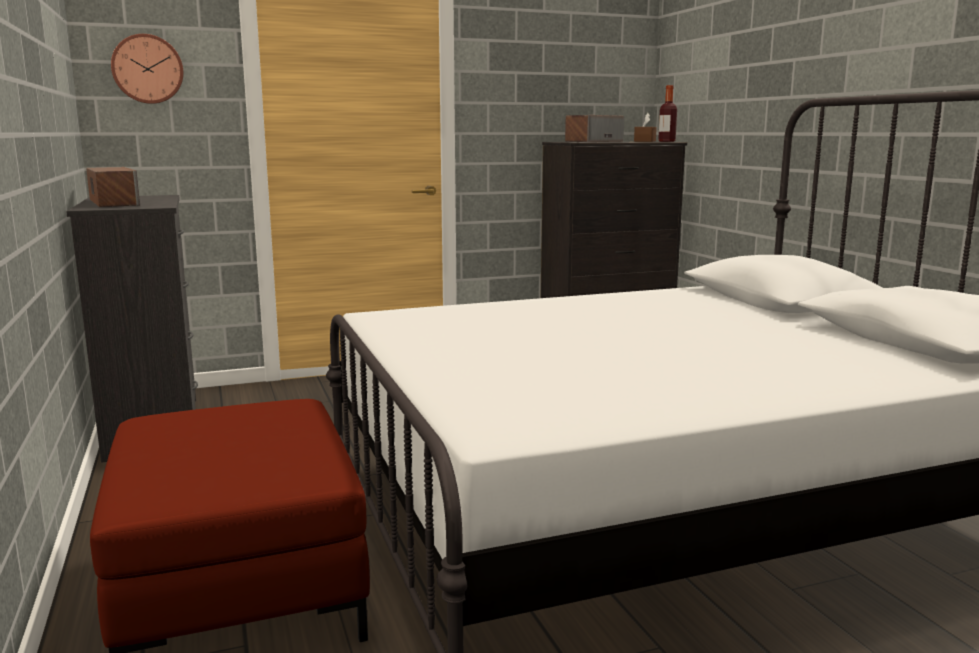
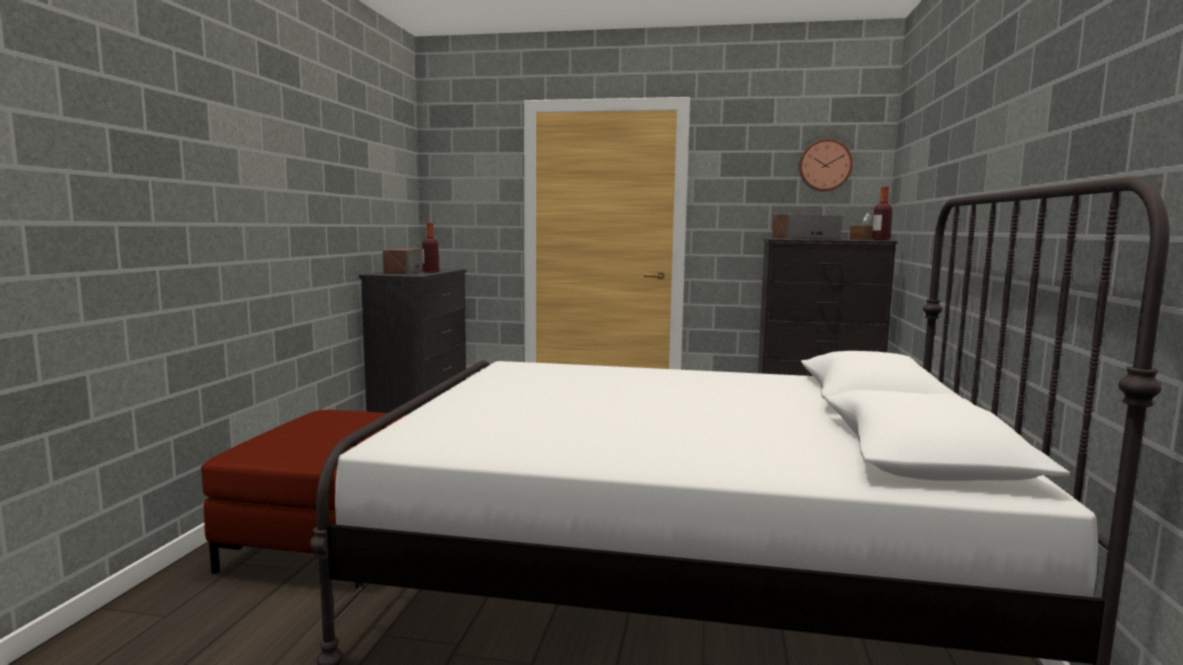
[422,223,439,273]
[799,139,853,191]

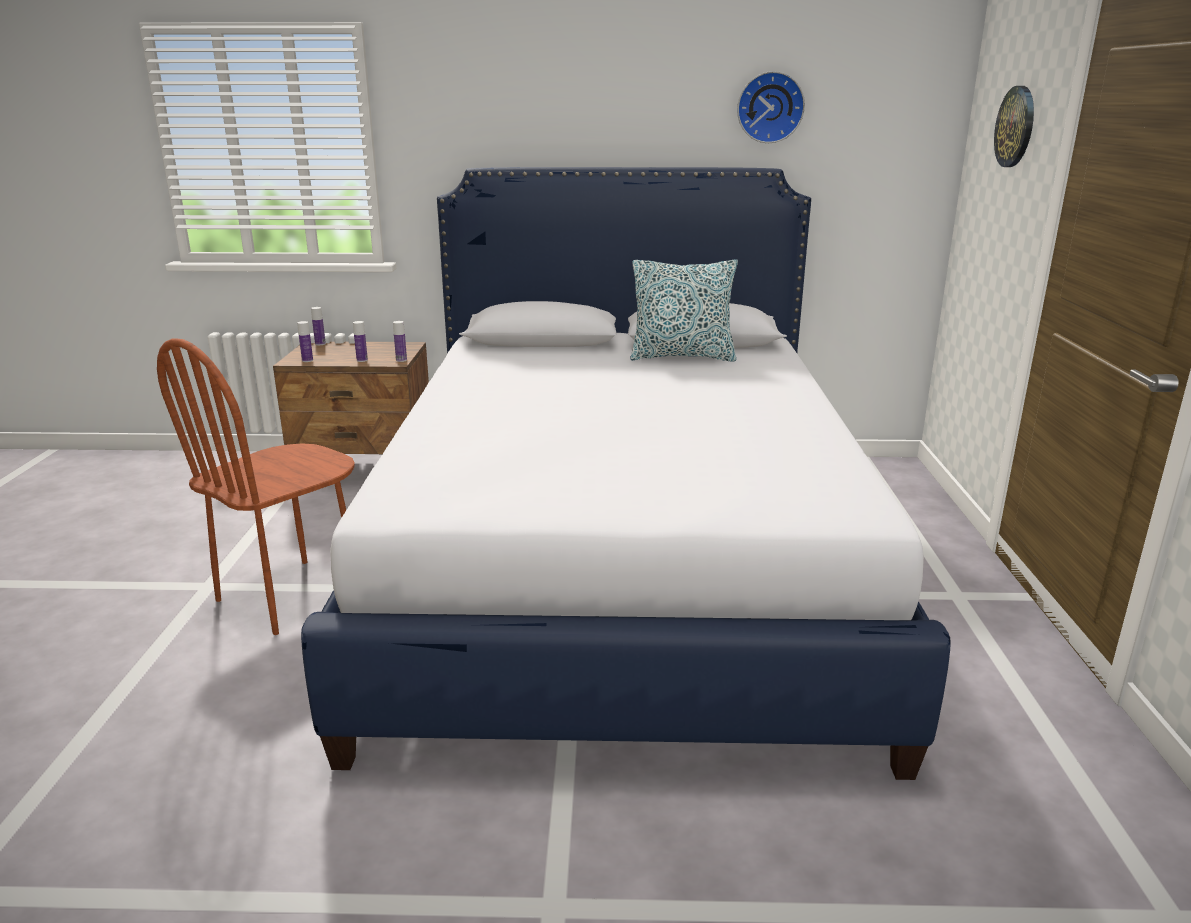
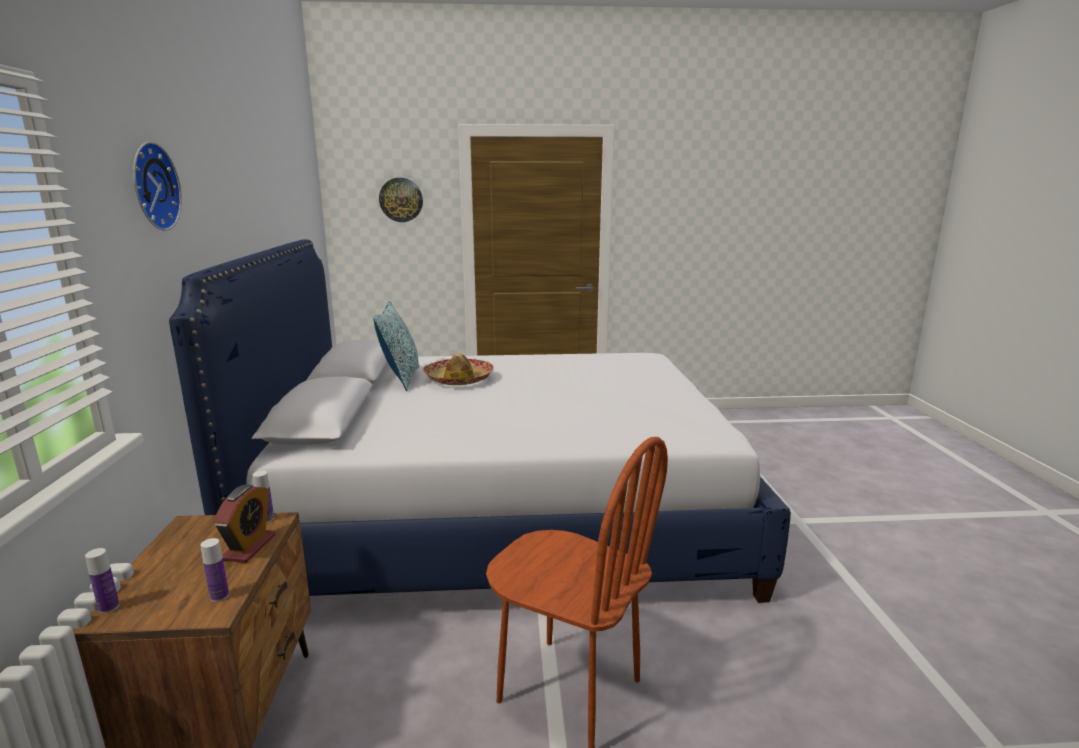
[133,142,182,231]
[214,485,276,563]
[423,353,494,385]

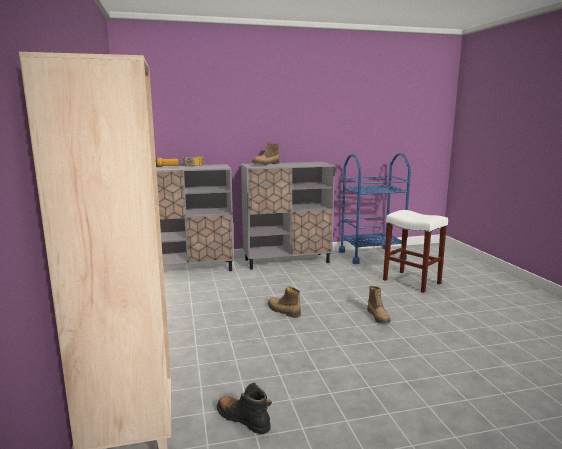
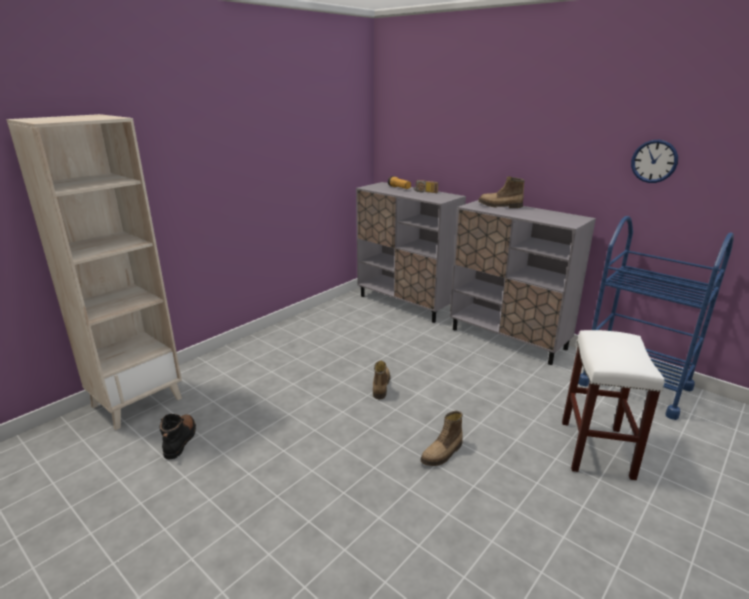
[631,140,678,183]

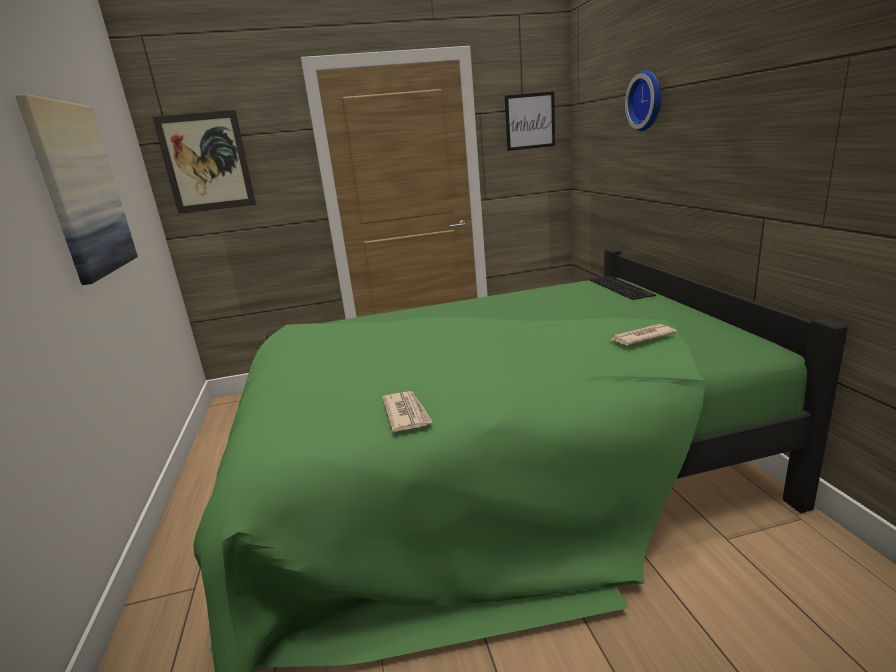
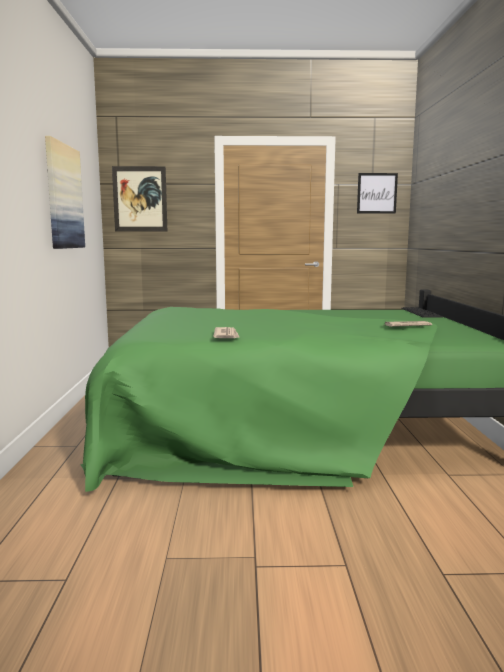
[625,70,662,131] (first image)

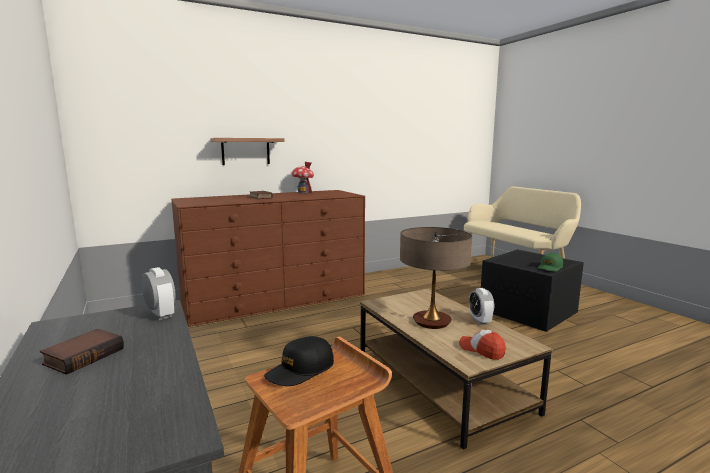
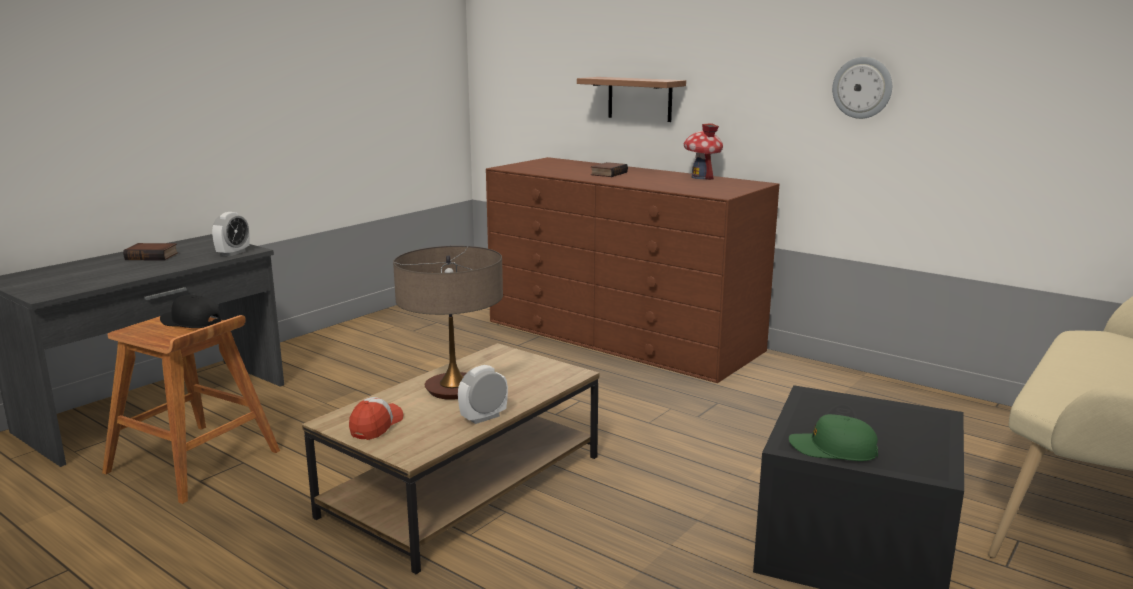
[832,57,892,119]

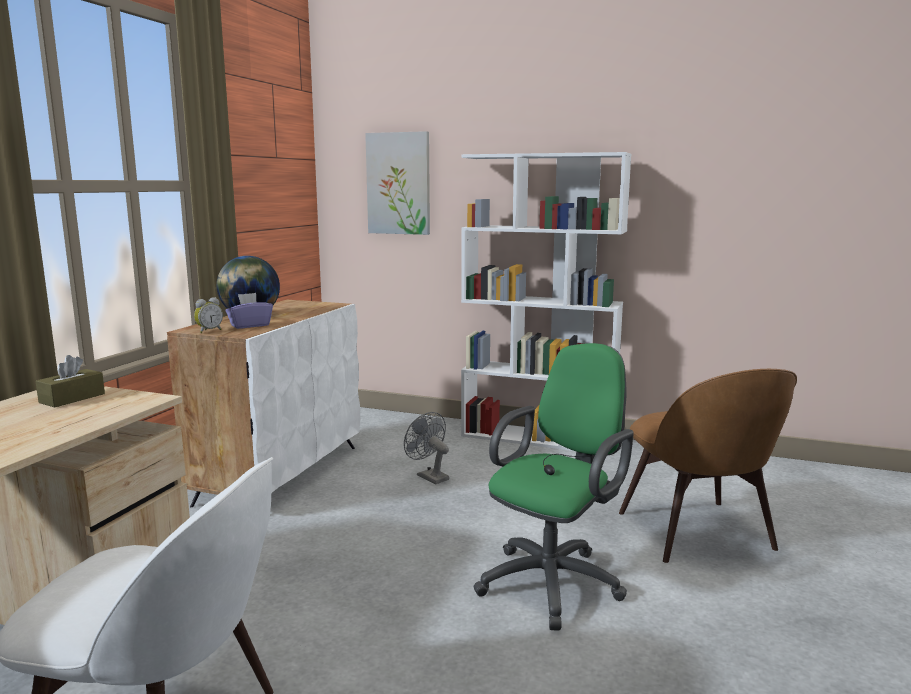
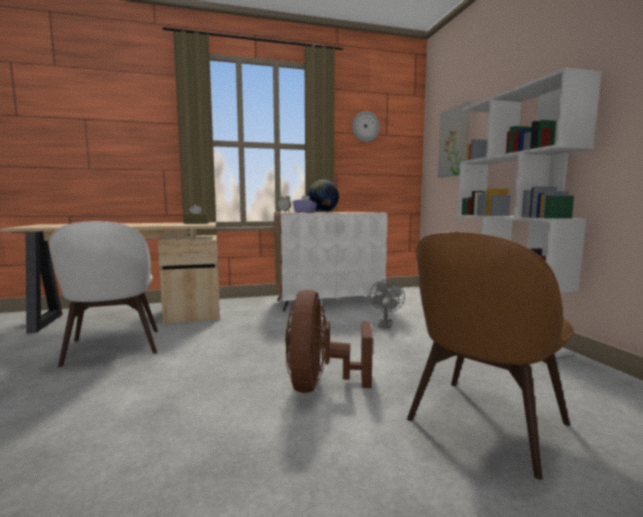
[285,290,373,393]
[352,111,380,142]

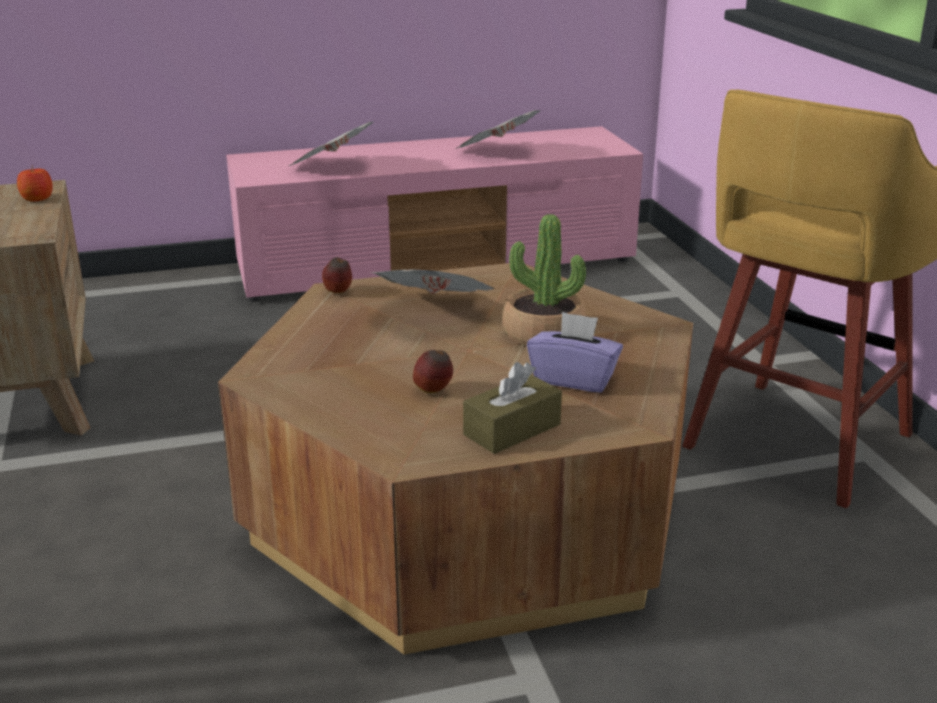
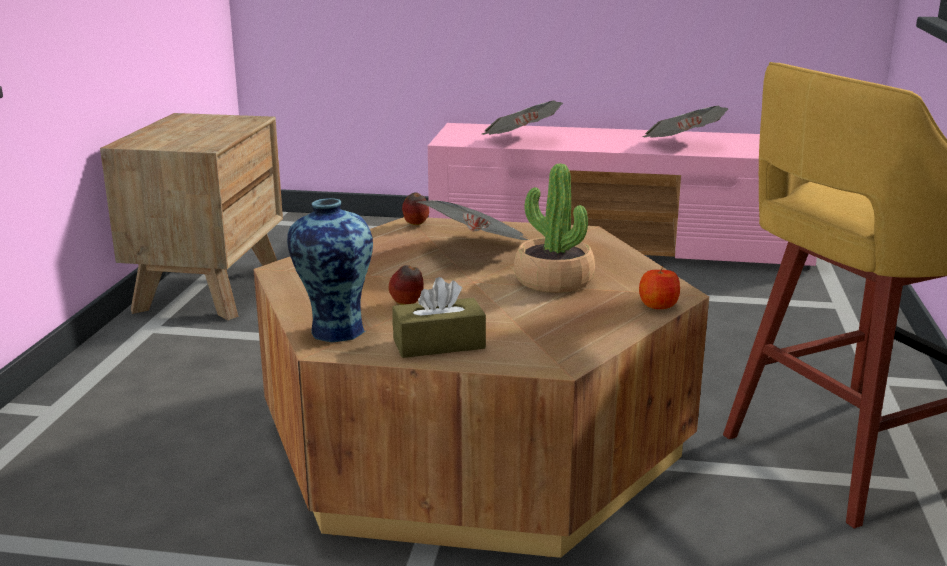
[287,198,373,342]
[639,266,680,309]
[527,312,623,393] (first image)

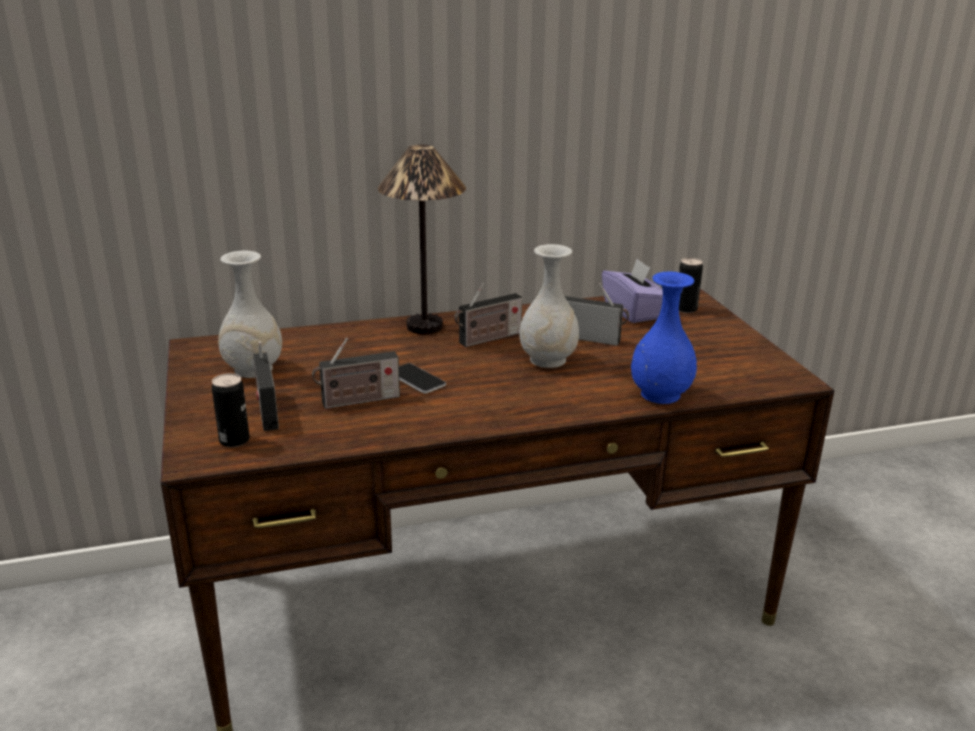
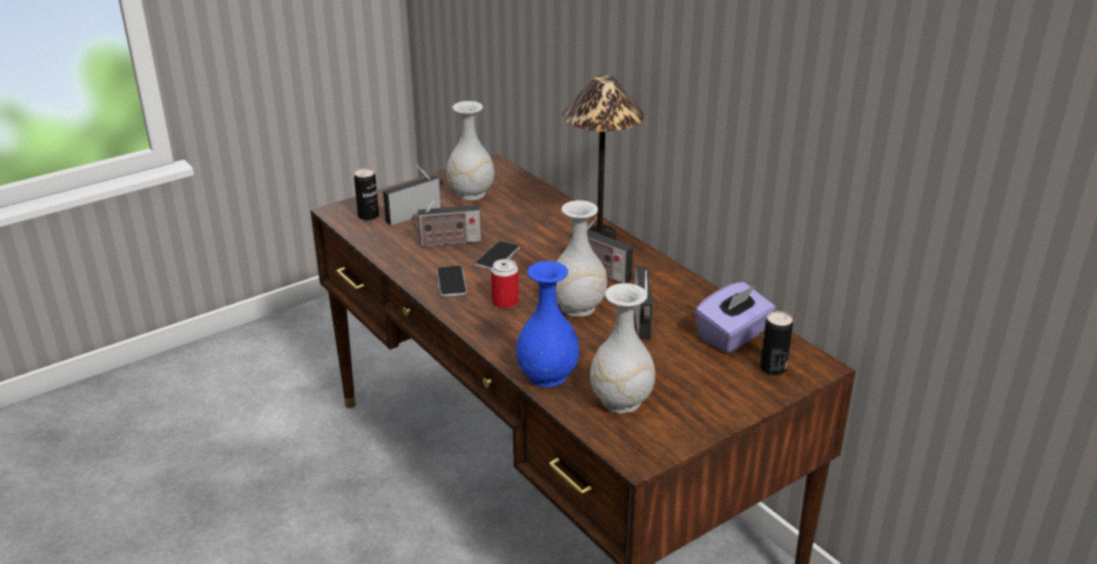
[412,192,482,247]
[437,266,467,297]
[491,259,519,309]
[590,283,655,413]

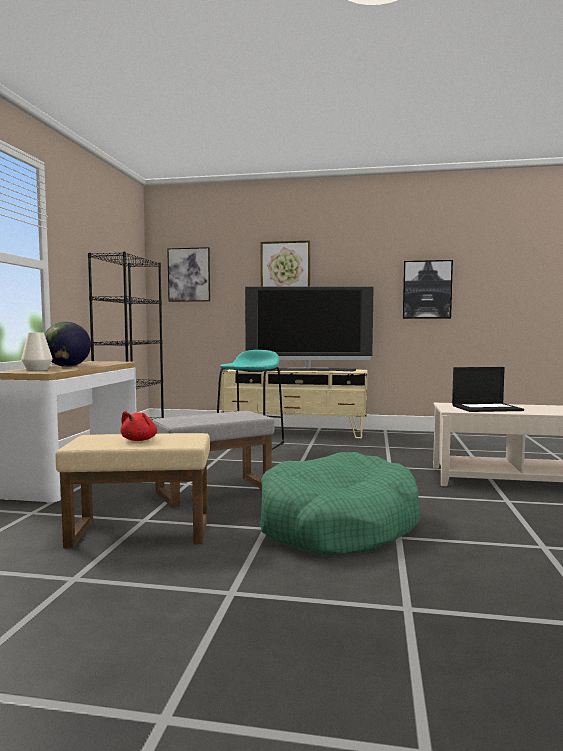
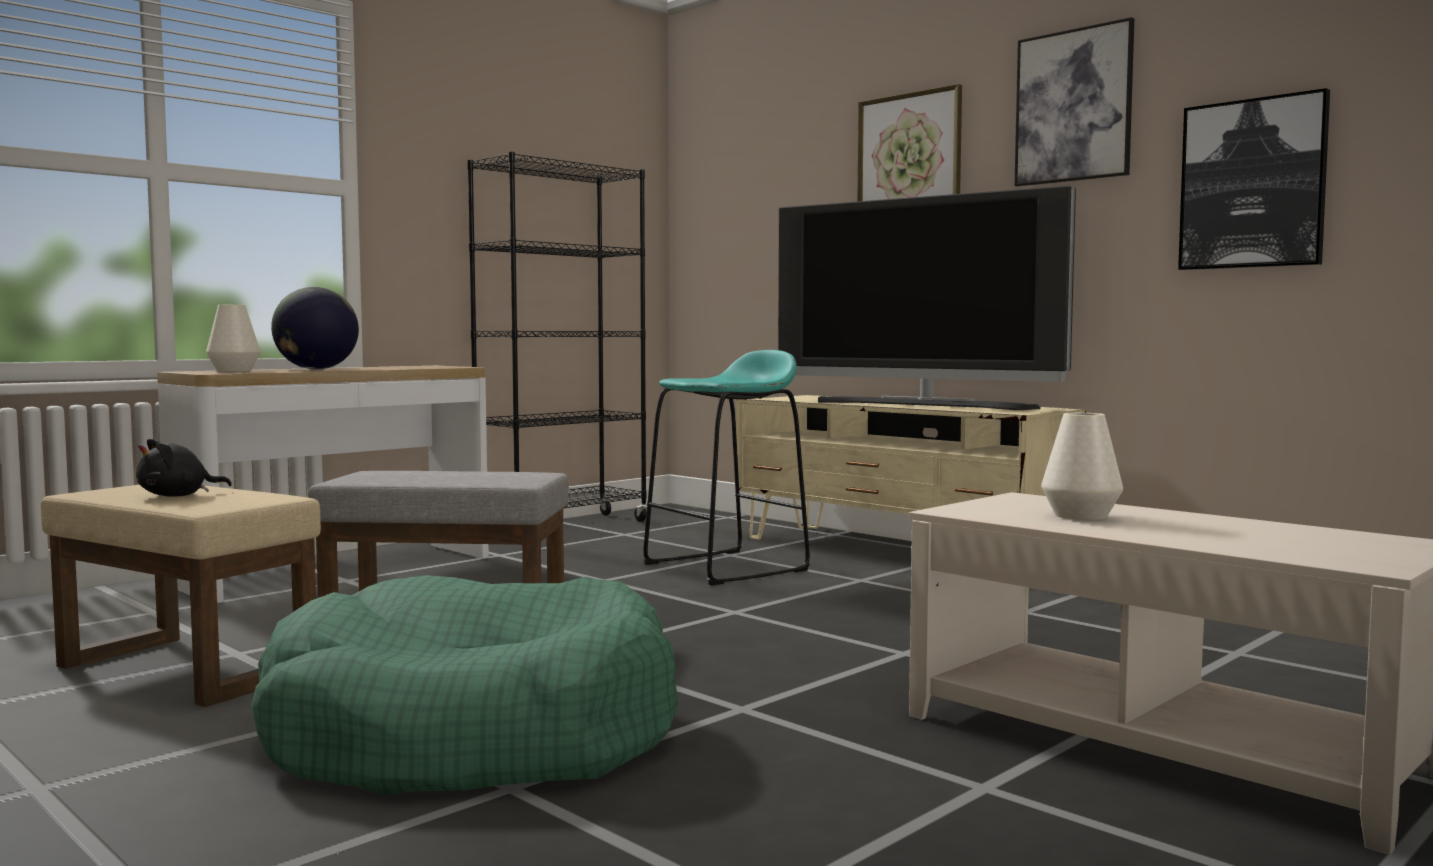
[136,439,232,497]
[1014,17,1134,186]
[1041,413,1123,520]

